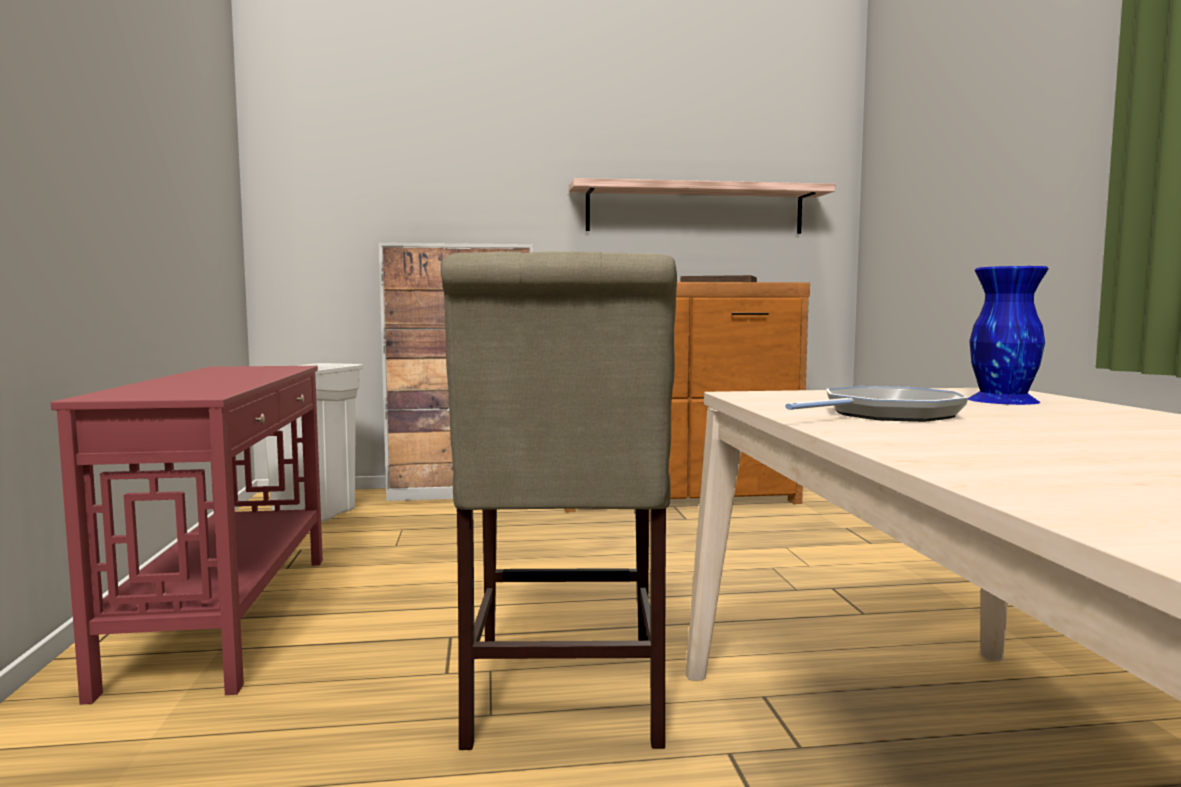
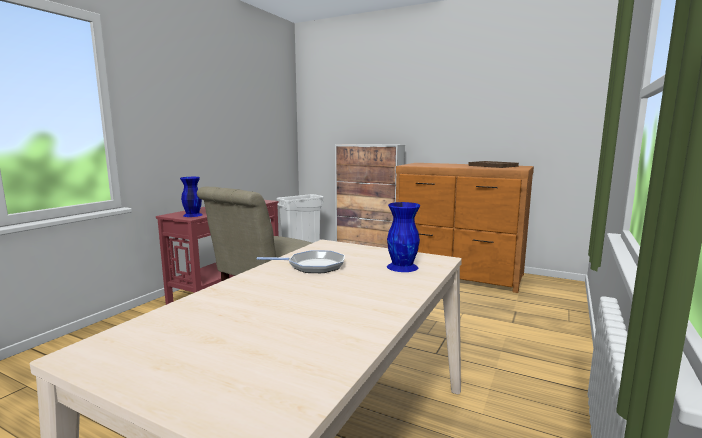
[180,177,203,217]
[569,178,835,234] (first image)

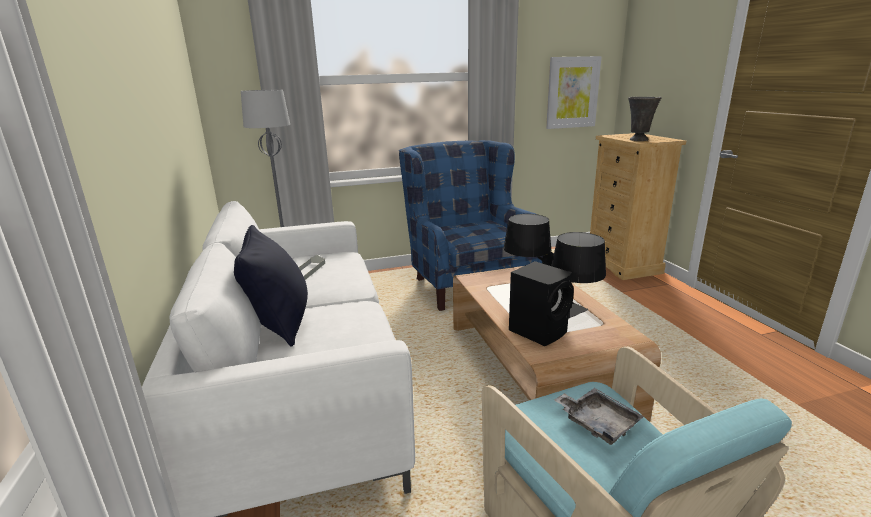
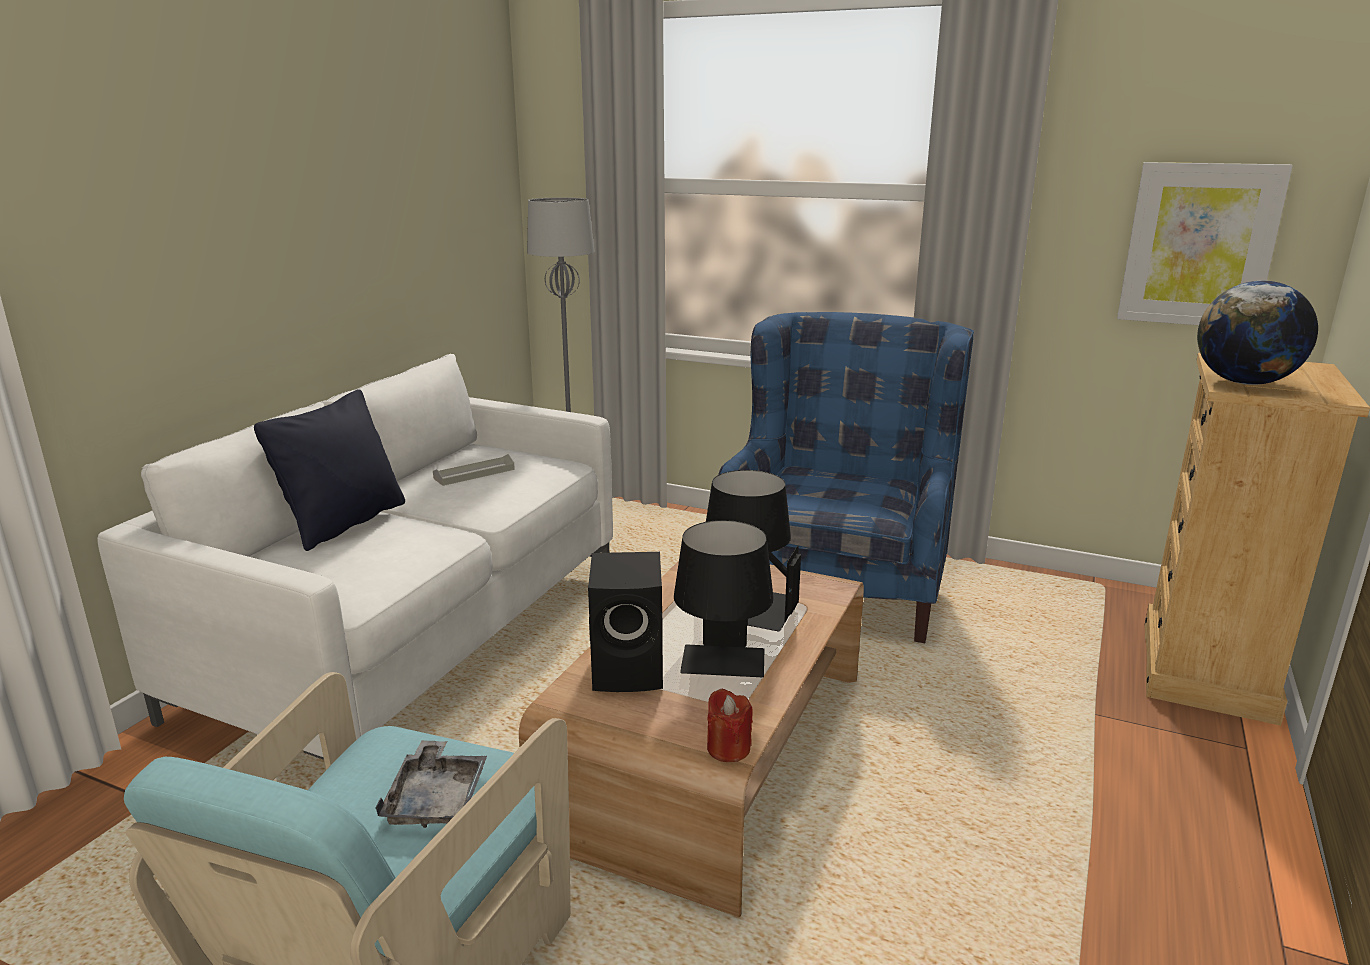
[707,689,753,762]
[1197,281,1318,385]

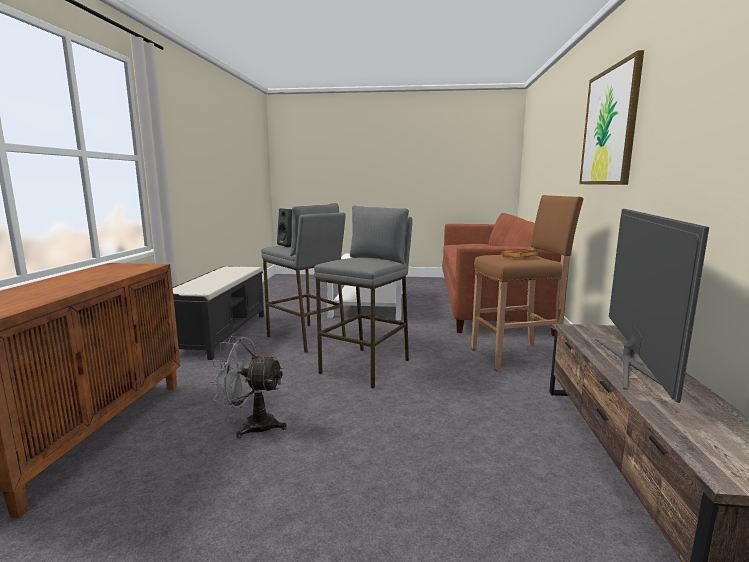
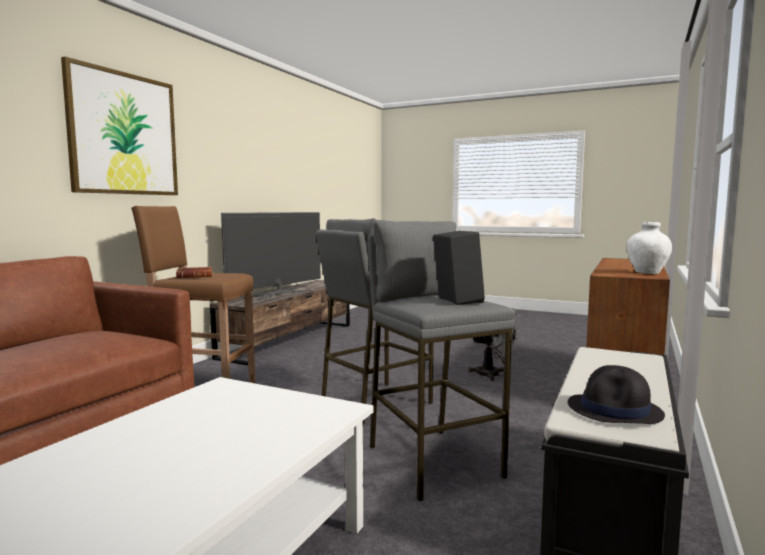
[568,365,665,424]
[627,222,672,274]

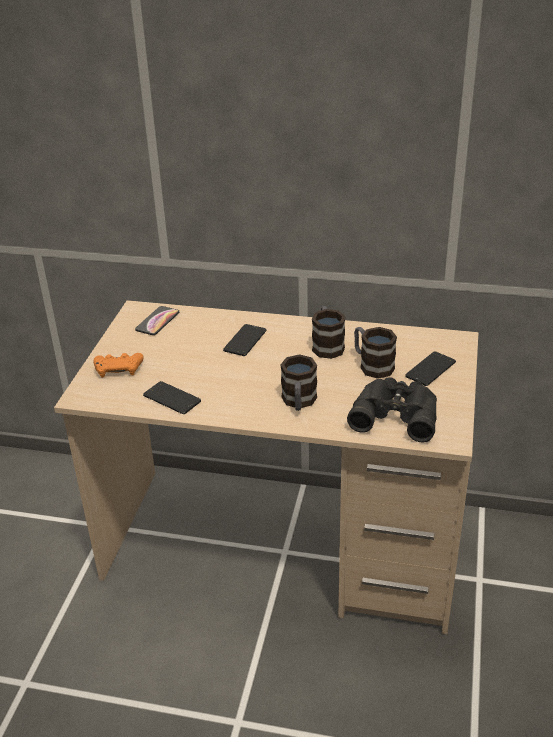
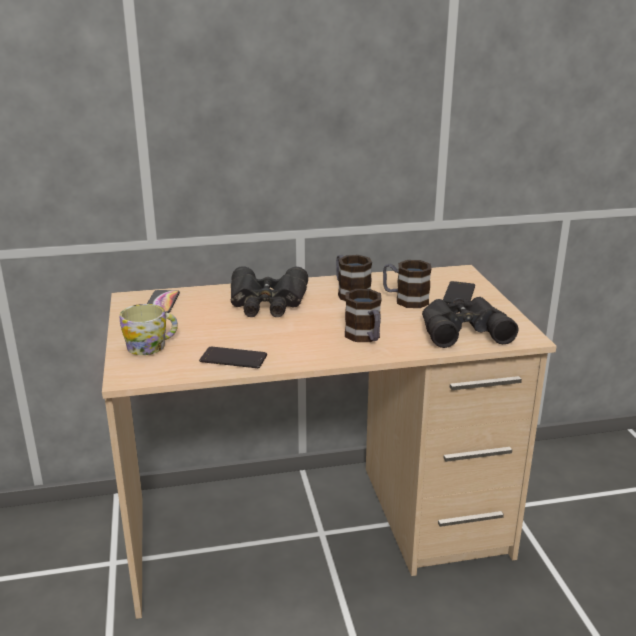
[119,304,178,355]
[231,266,308,317]

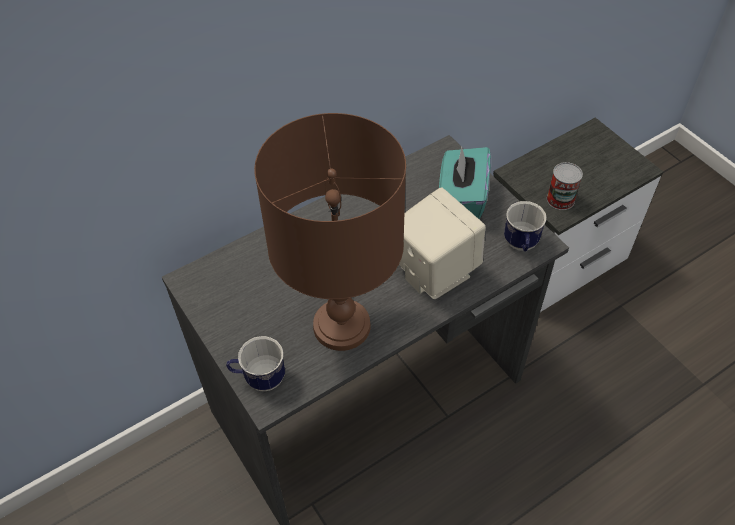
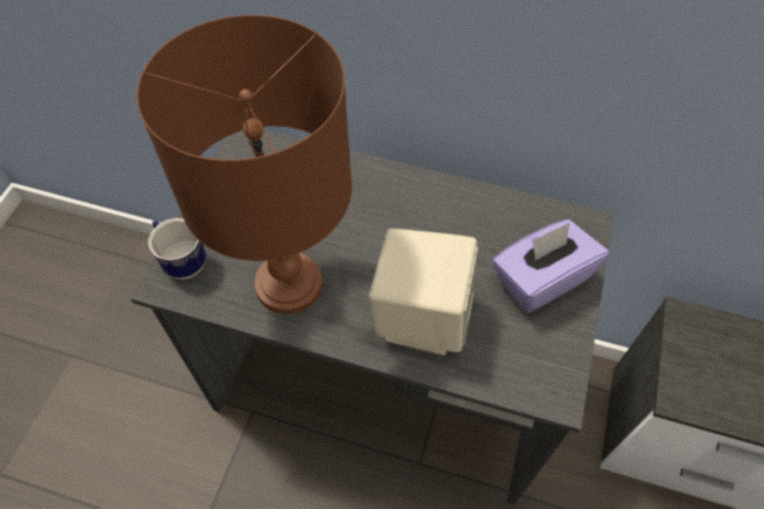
[493,219,609,313]
[504,201,546,252] (first image)
[547,162,583,210] (first image)

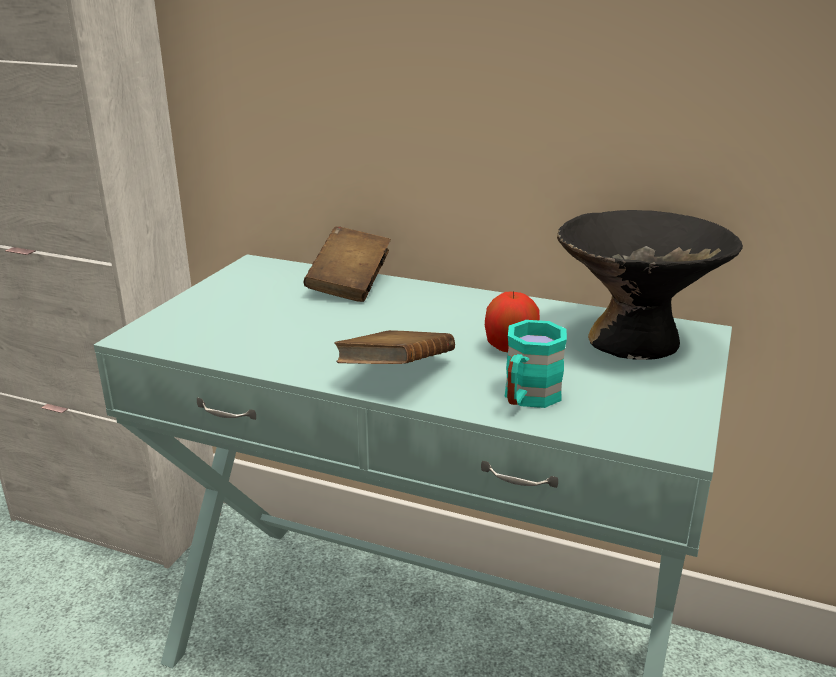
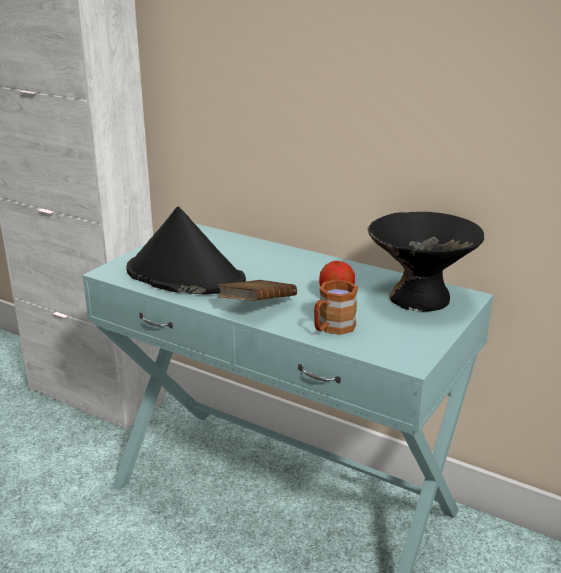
[126,206,246,295]
[314,280,358,335]
[304,226,391,302] (first image)

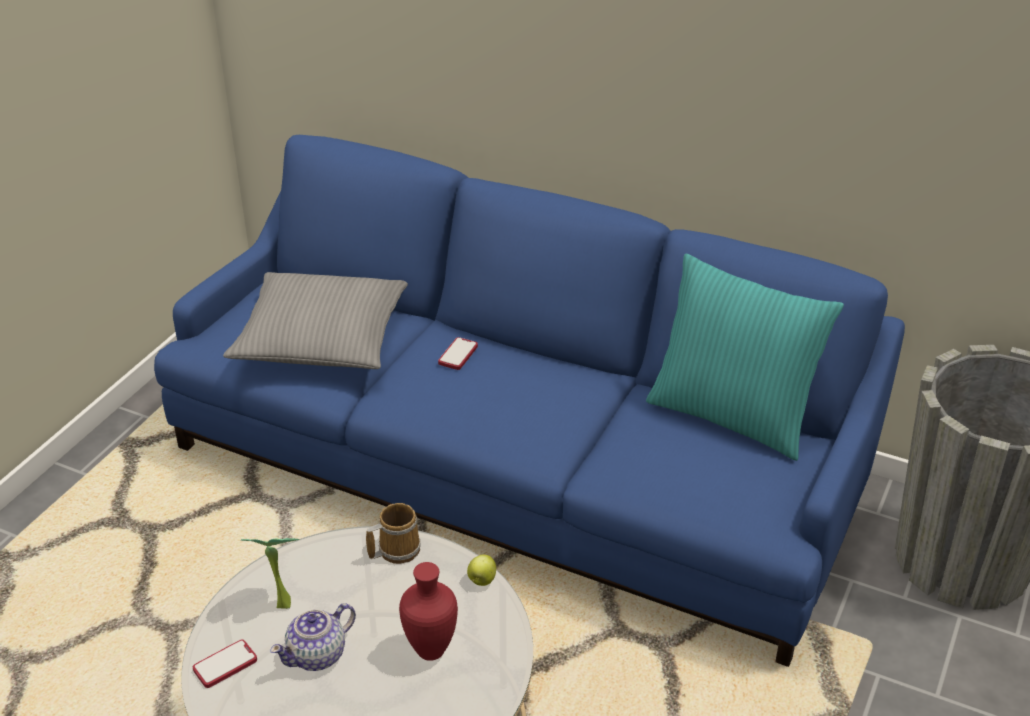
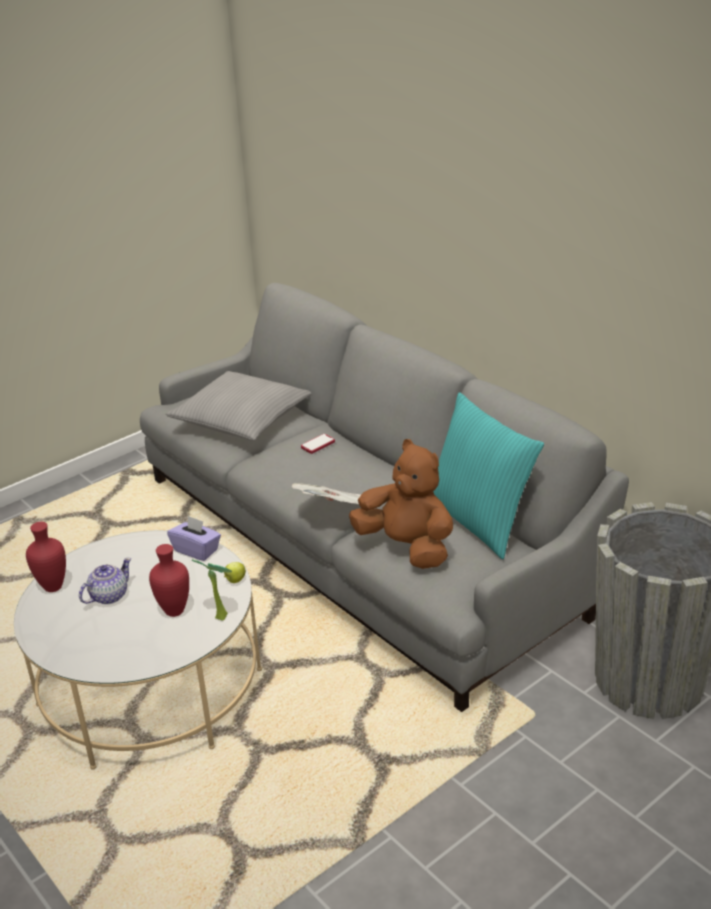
[26,522,66,592]
[79,558,131,604]
[140,283,629,712]
[167,516,221,561]
[192,559,232,620]
[292,483,362,504]
[349,439,453,569]

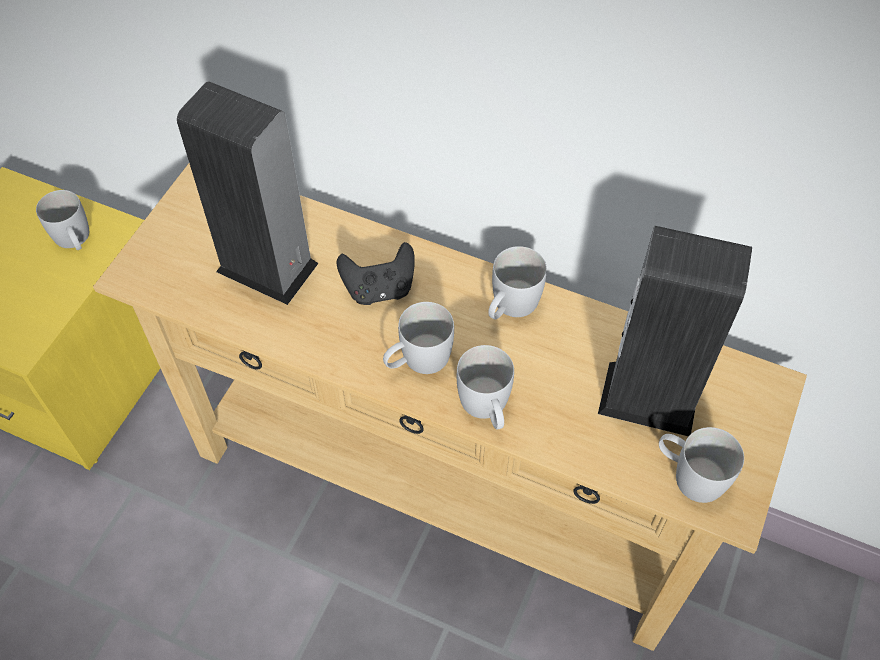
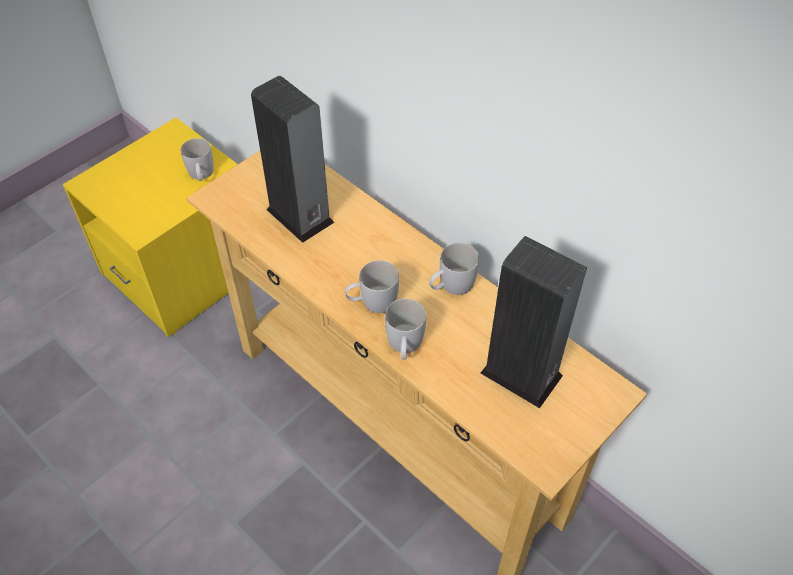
[337,242,415,305] (first image)
[659,427,744,503] (first image)

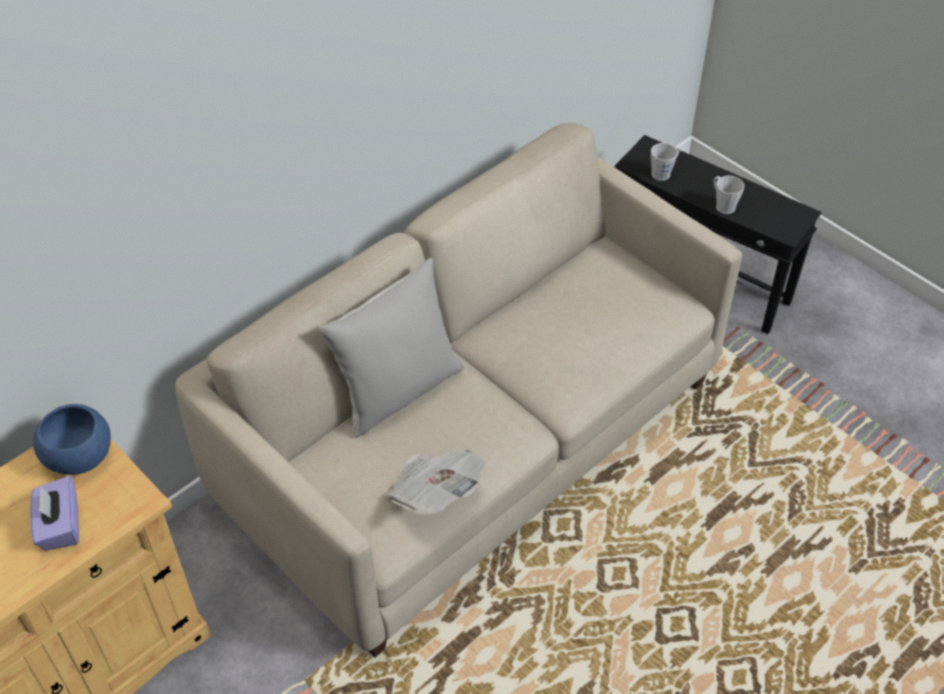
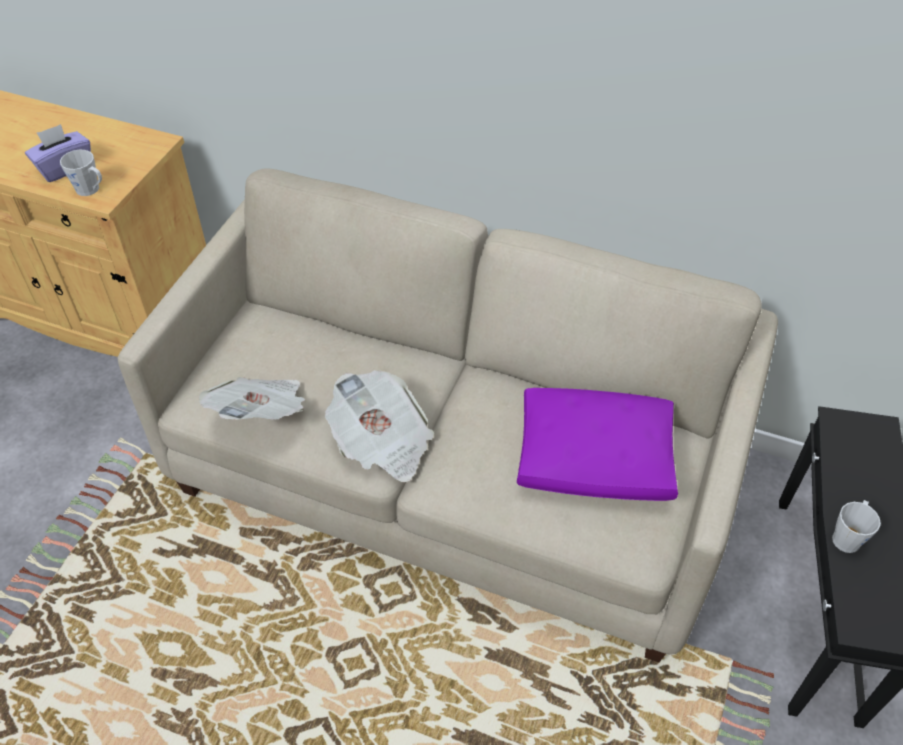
[60,149,102,196]
[325,370,434,482]
[517,388,678,501]
[33,404,111,475] (first image)
[318,258,464,438] (first image)

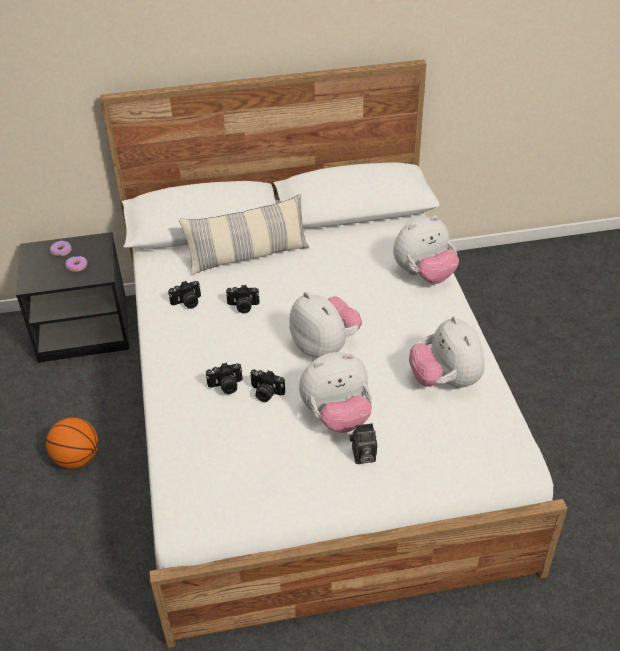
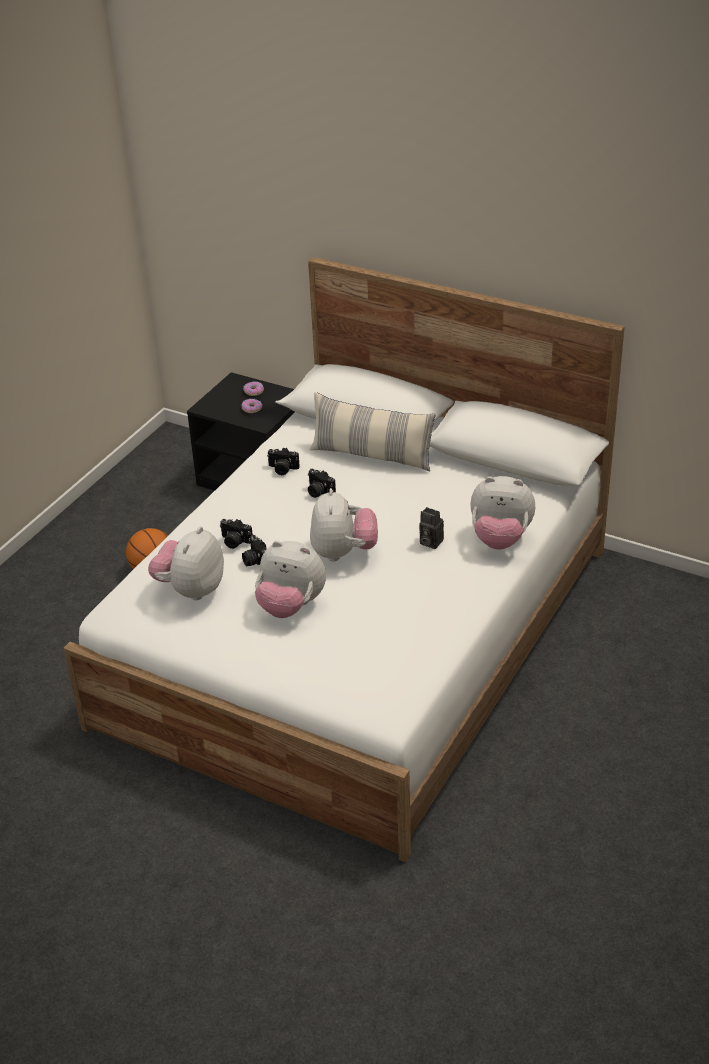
[148,527,224,600]
[419,507,444,549]

